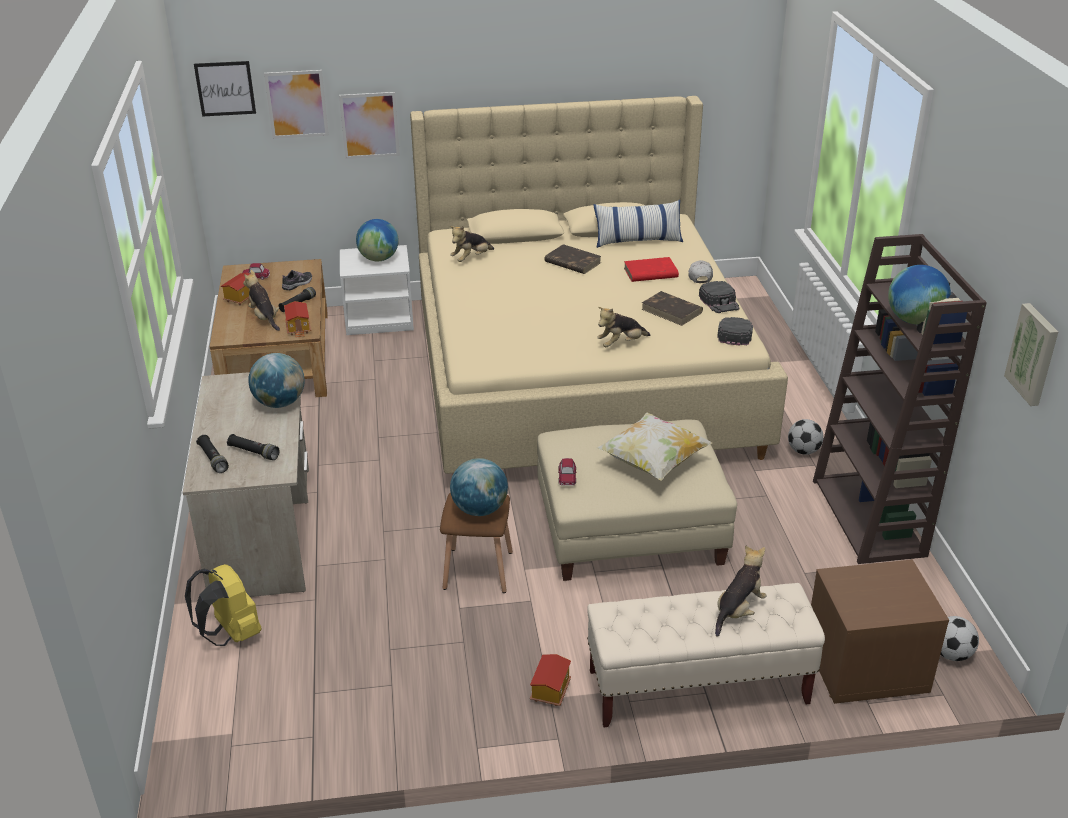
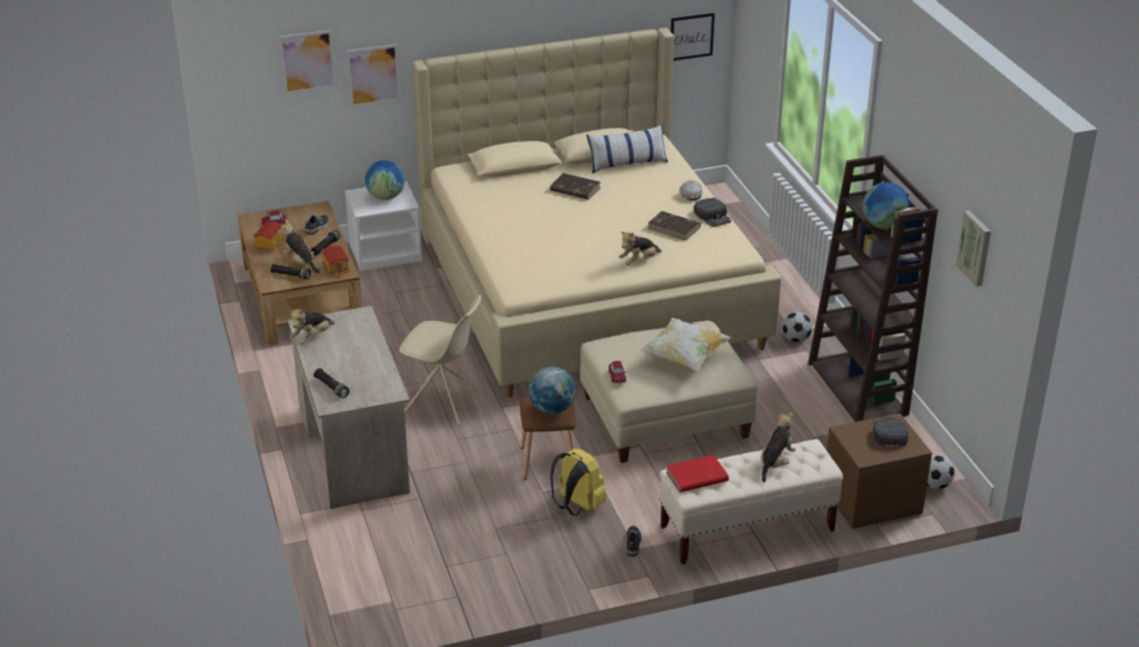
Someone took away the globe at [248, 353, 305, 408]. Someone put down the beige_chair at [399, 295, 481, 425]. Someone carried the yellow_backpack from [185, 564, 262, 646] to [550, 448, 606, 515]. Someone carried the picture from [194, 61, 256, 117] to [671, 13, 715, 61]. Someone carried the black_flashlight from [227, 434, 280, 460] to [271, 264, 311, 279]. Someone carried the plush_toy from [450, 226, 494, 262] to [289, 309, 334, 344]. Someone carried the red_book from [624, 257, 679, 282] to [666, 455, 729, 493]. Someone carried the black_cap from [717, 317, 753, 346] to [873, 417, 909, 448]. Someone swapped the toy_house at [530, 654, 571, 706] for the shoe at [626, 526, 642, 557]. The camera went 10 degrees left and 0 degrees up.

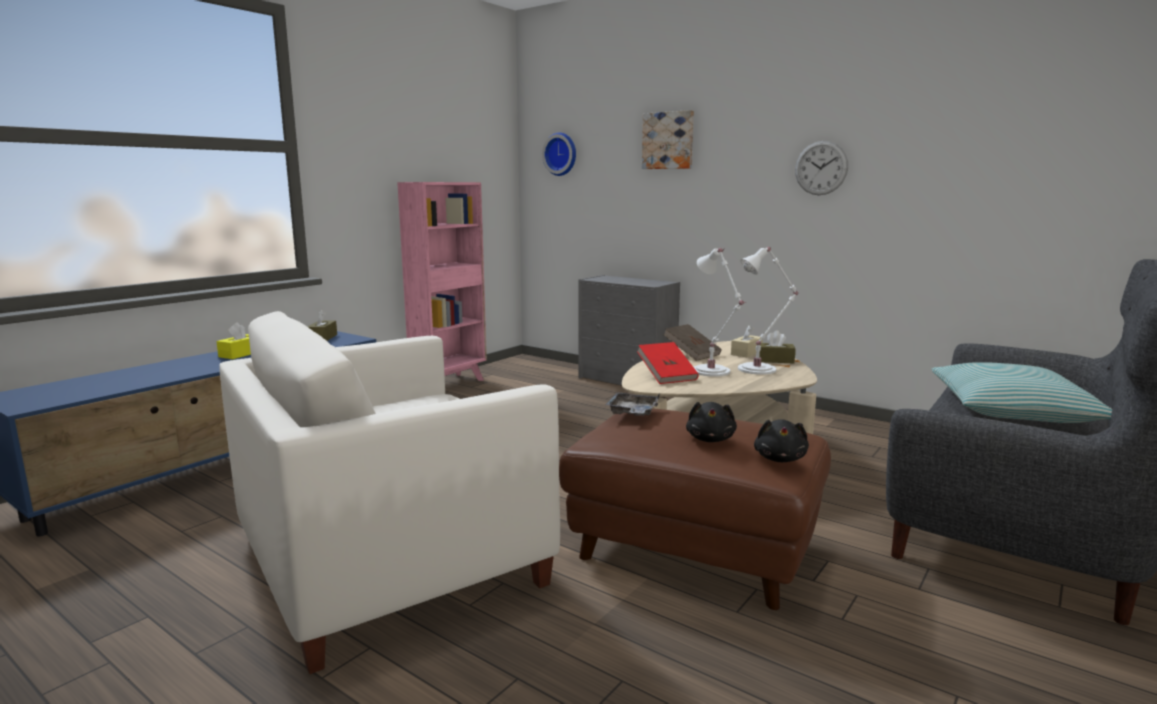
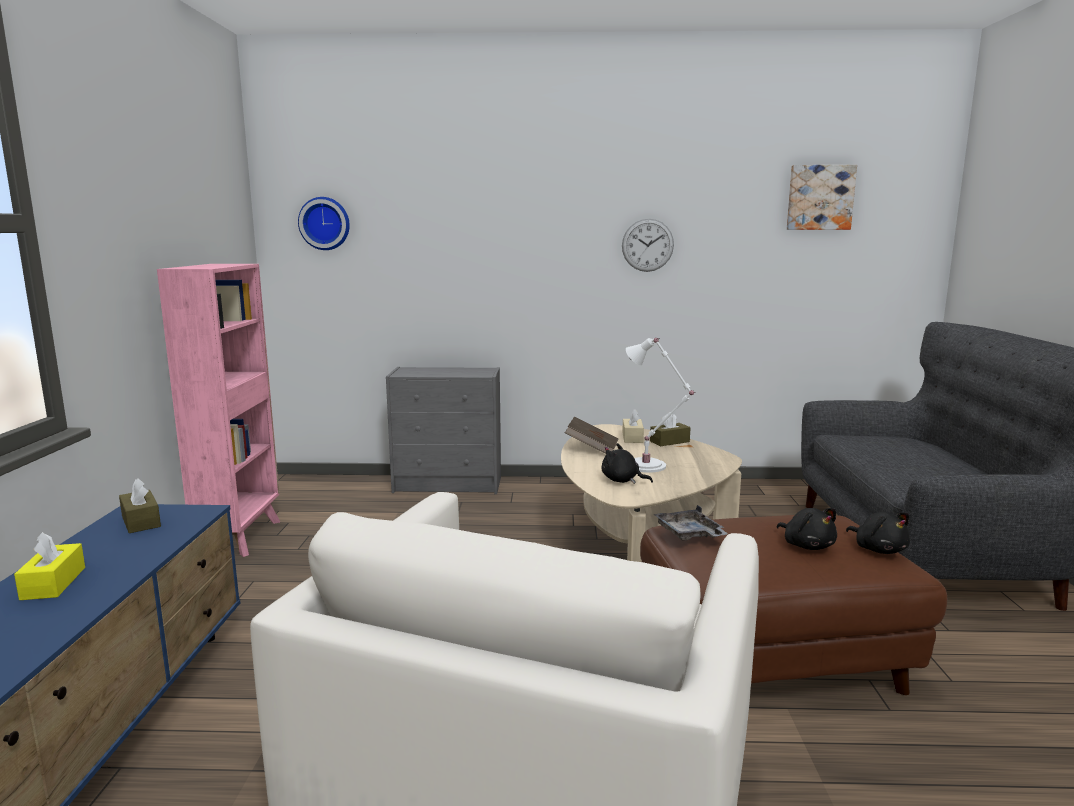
Someone took away the white_table_lamp at [738, 247, 798, 375]. Someone took away the pillow at [931, 362, 1112, 423]. Someone carried the picture from [642, 110, 694, 169] to [787, 165, 857, 230]. Someone swapped the red_book at [637, 342, 699, 384] for the black_plush_toy at [601, 443, 653, 484]. The camera went 35 degrees left and 0 degrees up.

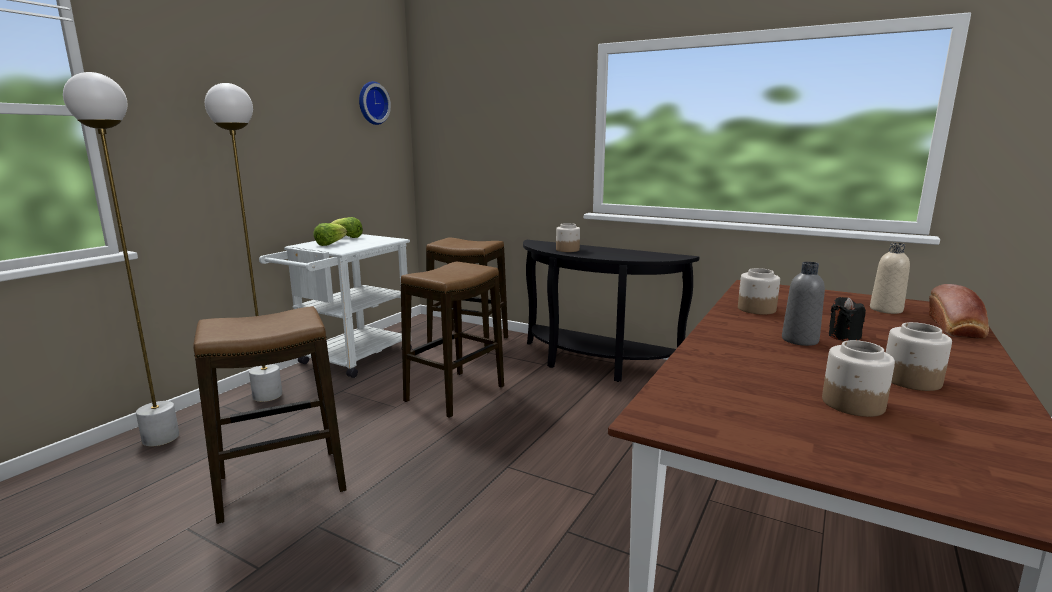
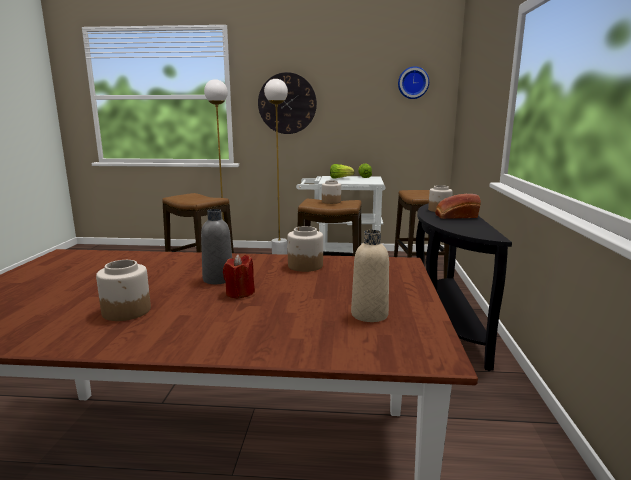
Someone put up the wall_clock at [258, 72, 317, 134]. Someone carried the jar from [822, 340, 895, 417] to [322, 180, 341, 204]. Someone carried the bread from [929, 284, 989, 339] to [435, 194, 481, 219]. Someone repainted the black_candle at [829, 297, 866, 341], which became the red_candle at [223, 254, 255, 299]. The camera went 65 degrees right and 0 degrees up.

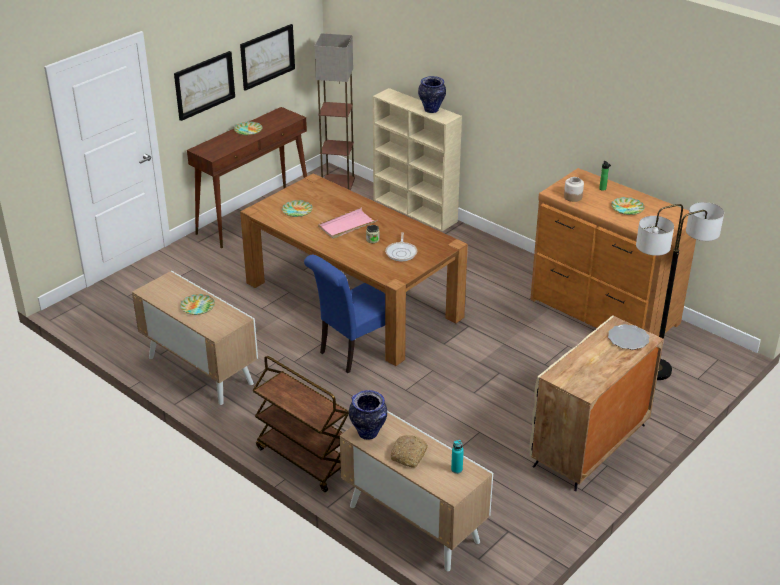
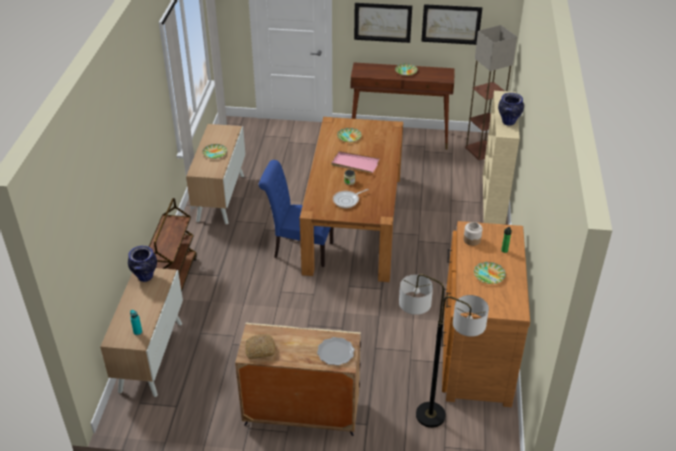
Someone carried the bread from [391, 435, 428, 467] to [245, 334, 275, 359]. The camera went 55 degrees right and 5 degrees up.

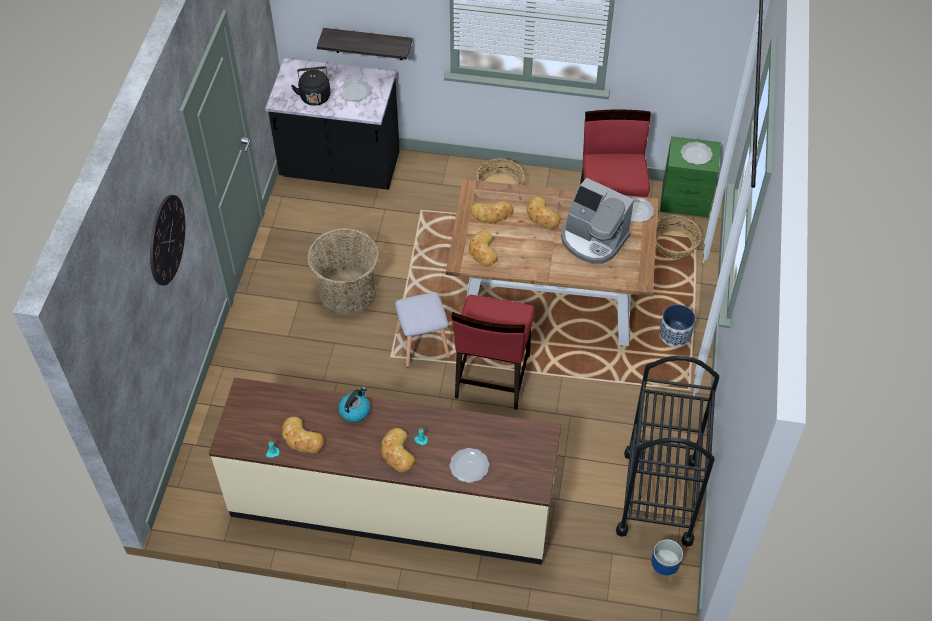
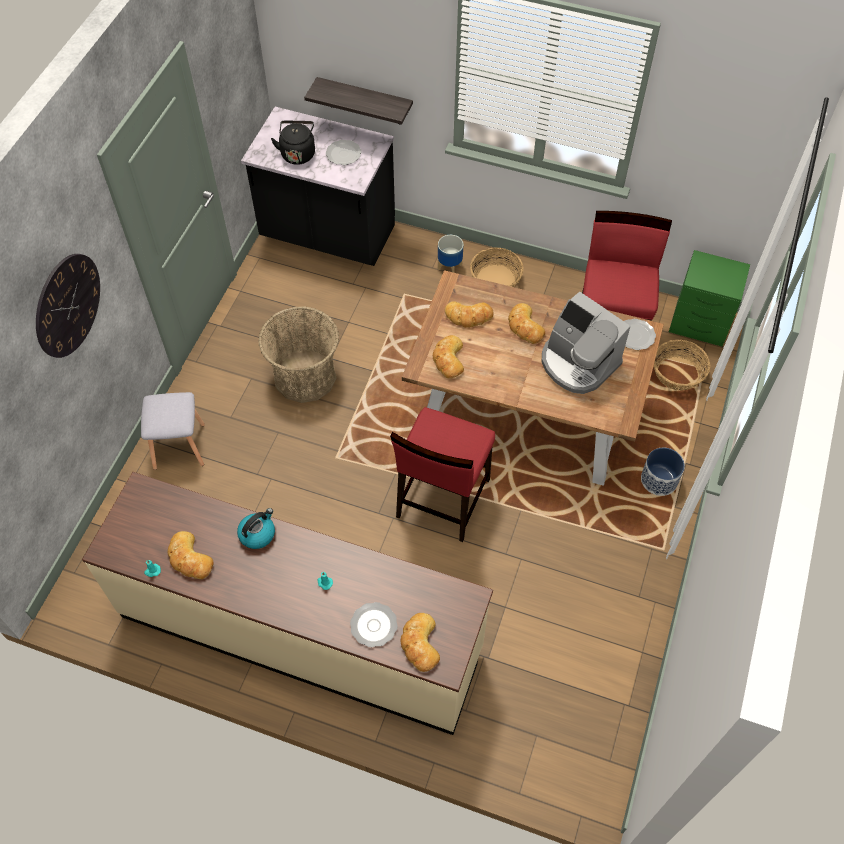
Someone took away the black_cart at [616, 355, 719, 546]. Someone took away the plate at [681, 142, 713, 165]. Someone carried the bread from [381, 428, 415, 473] to [401, 613, 440, 672]. Someone carried the grey_stool from [395, 292, 450, 367] to [141, 392, 205, 470]. Someone carried the planter from [651, 539, 683, 582] to [438, 235, 463, 273]. The camera went 10 degrees right and 5 degrees up.

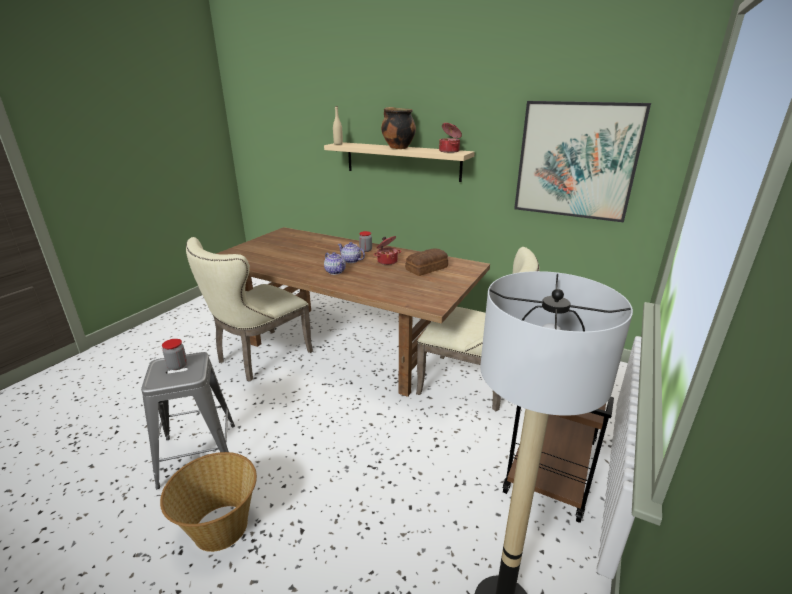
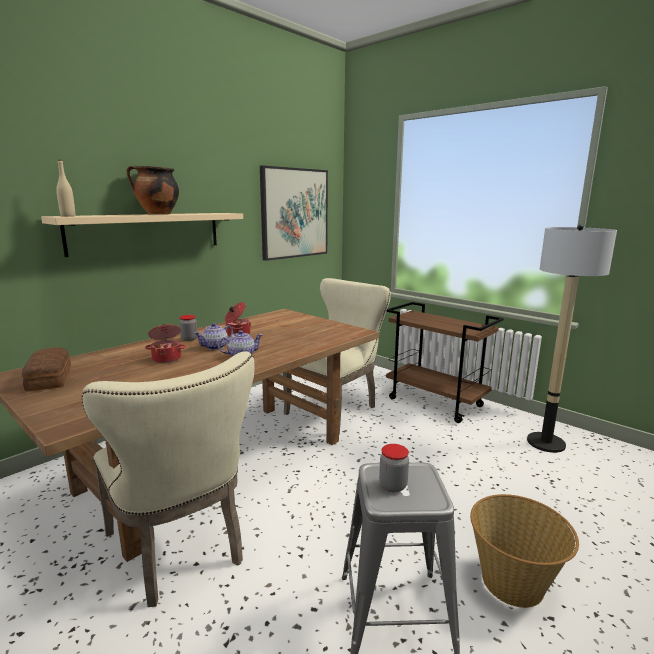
Someone carried the bread from [405, 248, 448, 276] to [22, 347, 71, 391]. Someone carried the cooking_pot from [439, 123, 462, 153] to [145, 324, 186, 363]. The camera went 75 degrees left and 10 degrees down.

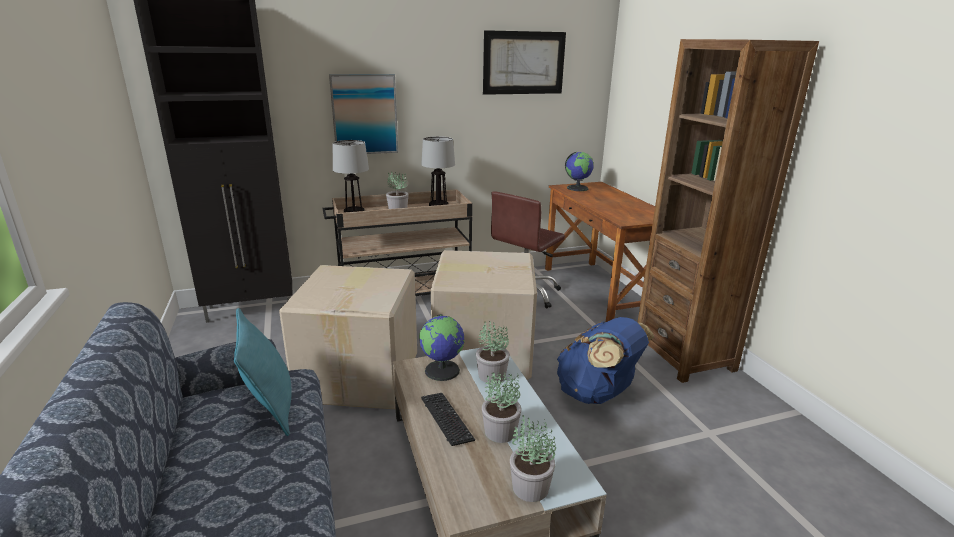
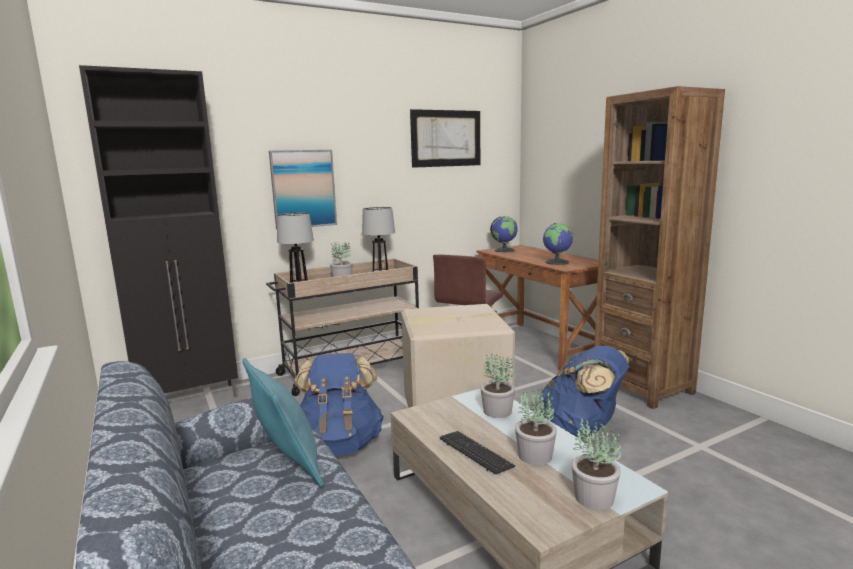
Someone carried the globe from [419, 314, 465, 381] to [543, 223, 573, 265]. Someone swapped the cardboard_box at [279, 265, 417, 409] for the blue_backpack at [294, 353, 384, 456]. The camera went 10 degrees left and 10 degrees down.

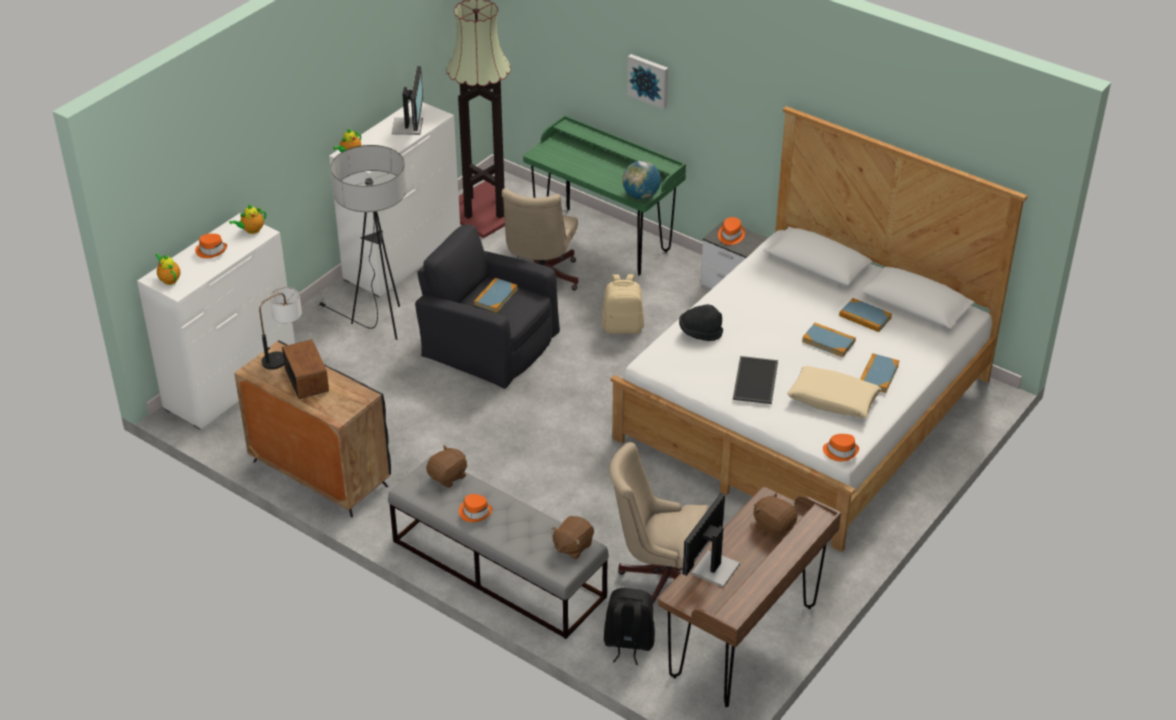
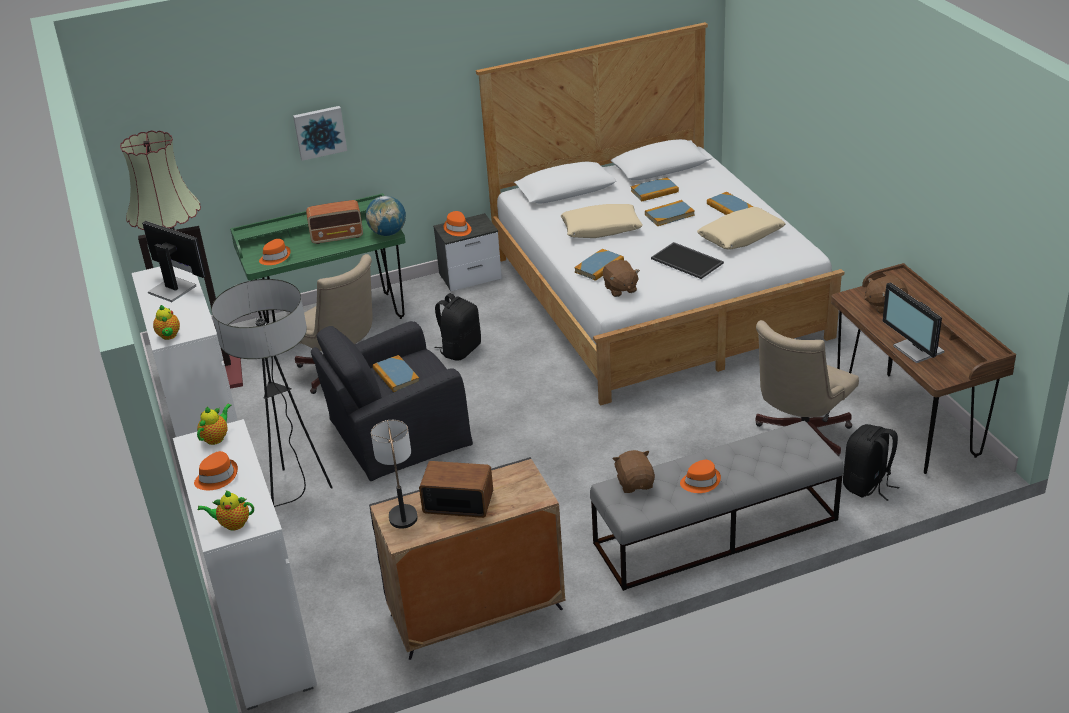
Someone put down the radio at [306, 200, 363, 244]. Someone put down the beige_pillow at [561, 204, 643, 238]. Someone carried the brown_plush_toy from [551, 516, 594, 559] to [603, 260, 640, 297]. Someone carried the orange_hat from [823, 434, 859, 461] to [259, 239, 291, 265]. Someone swapped the black_hat at [679, 304, 723, 341] for the book at [574, 249, 624, 281]. Someone repainted the beige_backpack at [602, 274, 644, 334], which became the black_backpack at [435, 293, 481, 361]. Someone rotated the teapot at [229, 204, 266, 234] by 150 degrees counterclockwise. The camera went 55 degrees left and 5 degrees down.

